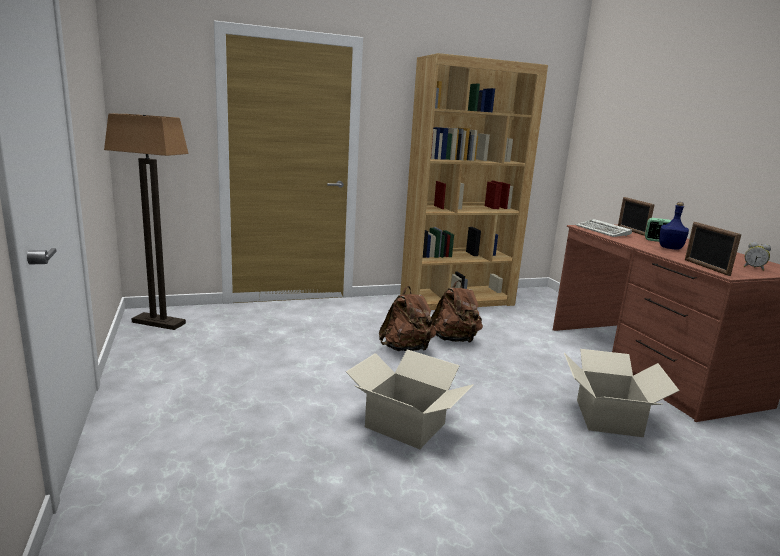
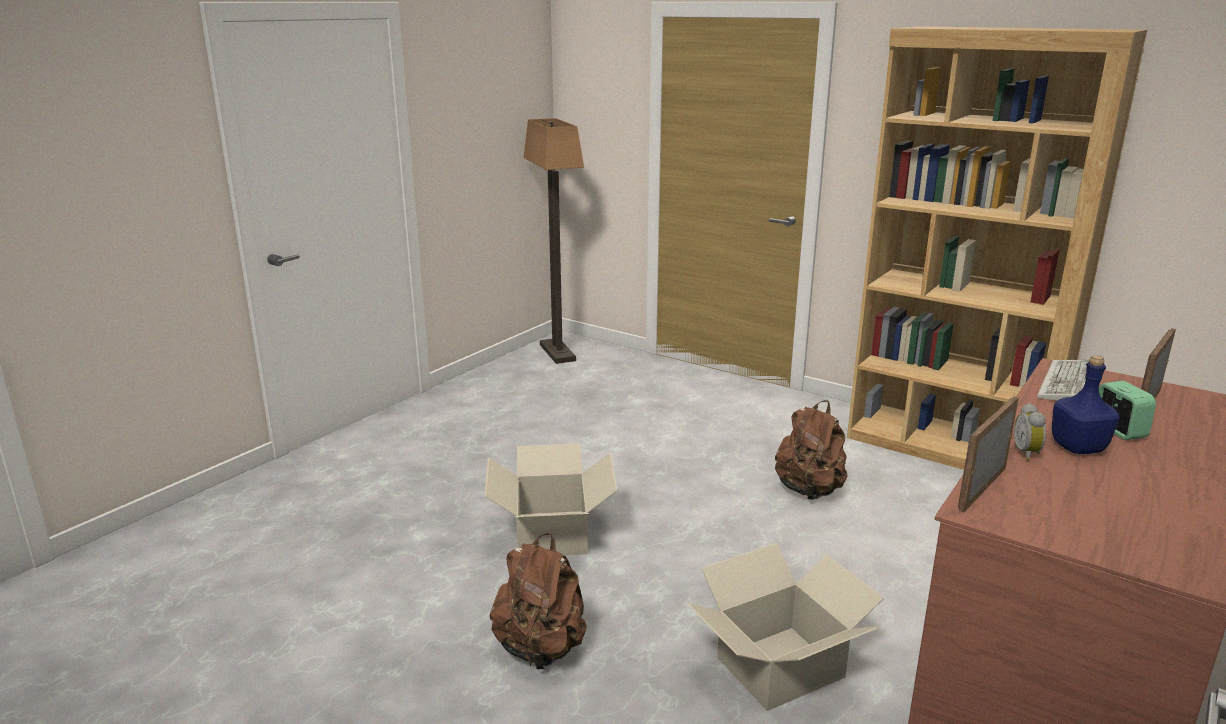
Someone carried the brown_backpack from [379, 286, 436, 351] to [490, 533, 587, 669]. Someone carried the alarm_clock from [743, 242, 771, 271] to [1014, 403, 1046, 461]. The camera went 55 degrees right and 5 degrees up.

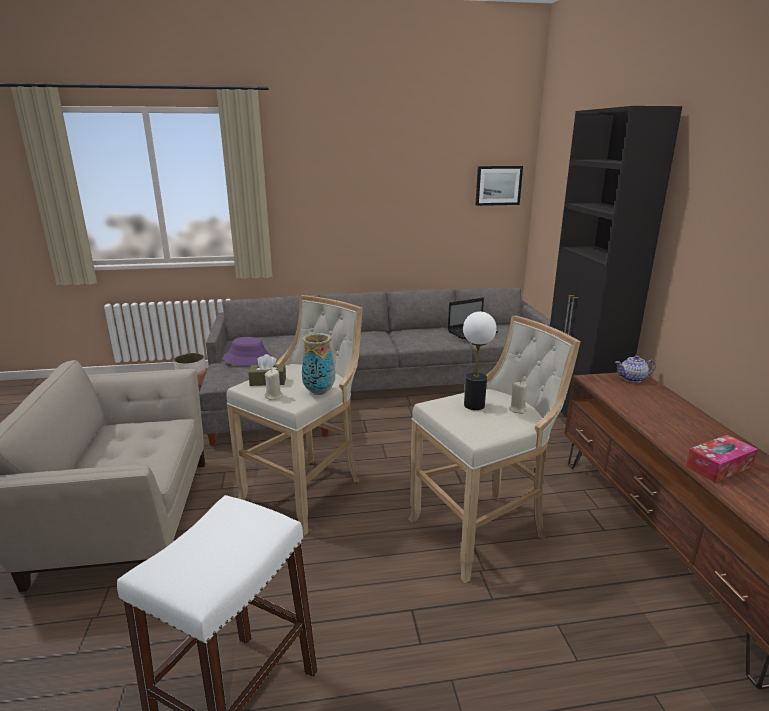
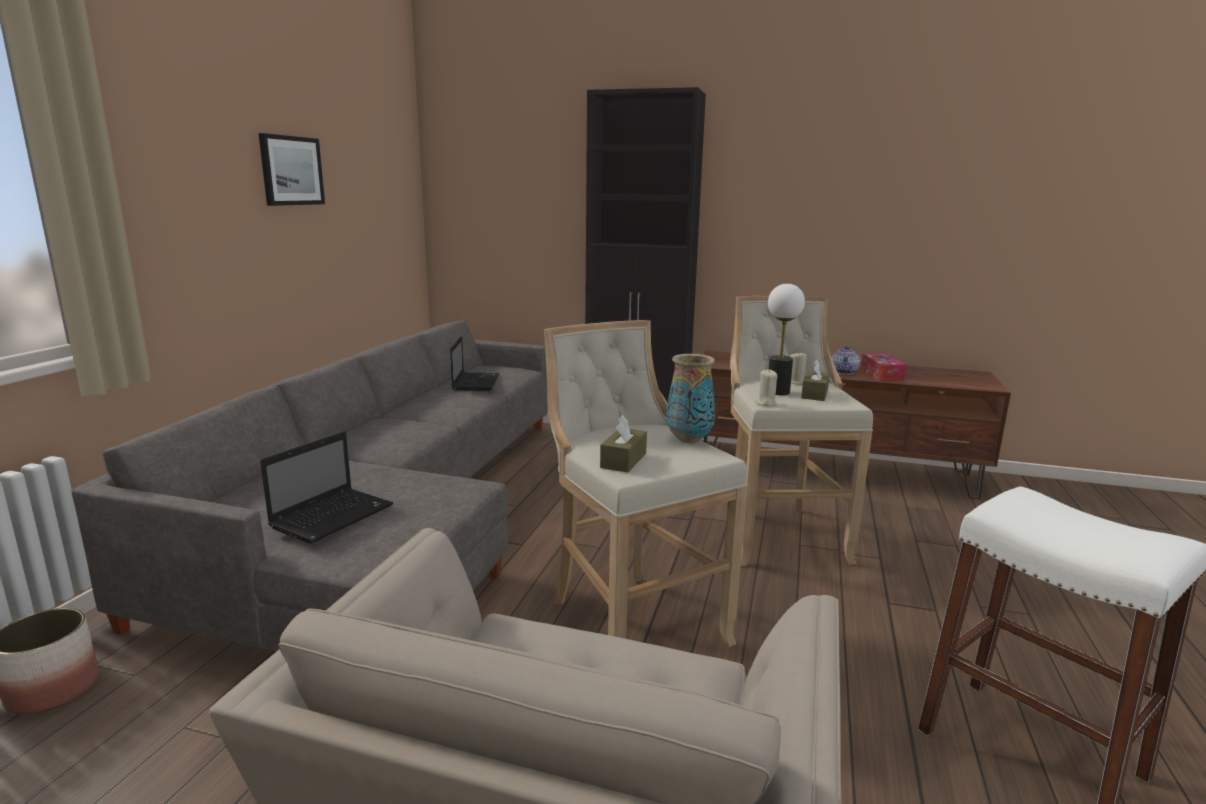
Someone put down the brown_tissue_box at [801, 359, 830, 401]. Someone carried the beige_candle from [264, 369, 283, 400] to [755, 369, 778, 407]. Someone carried the picture from [475, 166, 523, 206] to [258, 133, 325, 206]. Someone carried the teapot from [615, 355, 656, 383] to [832, 346, 860, 375]. Someone swapped the purple_hat at [223, 337, 273, 366] for the laptop at [260, 431, 393, 544]. The camera went 65 degrees left and 5 degrees down.

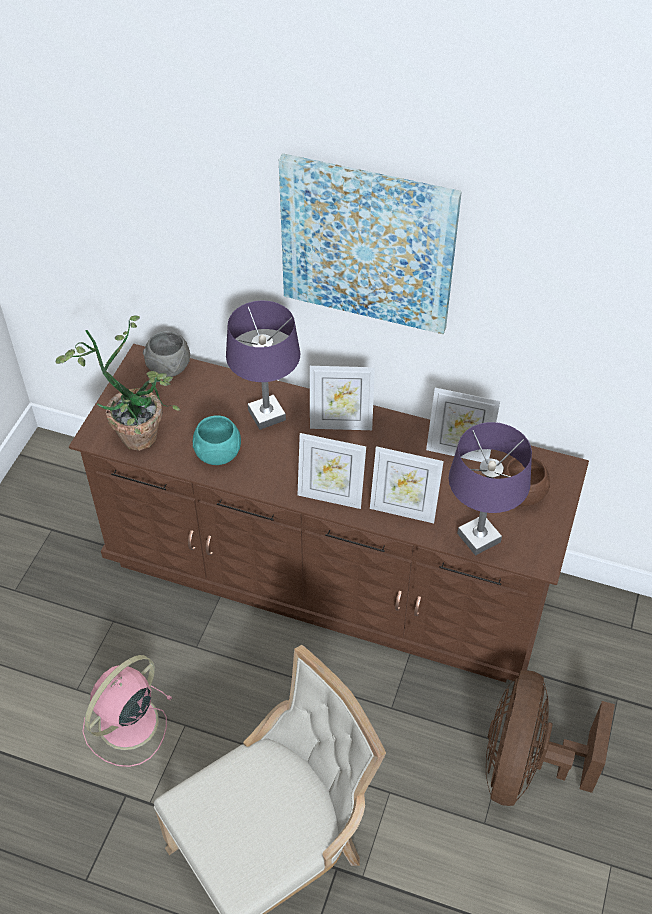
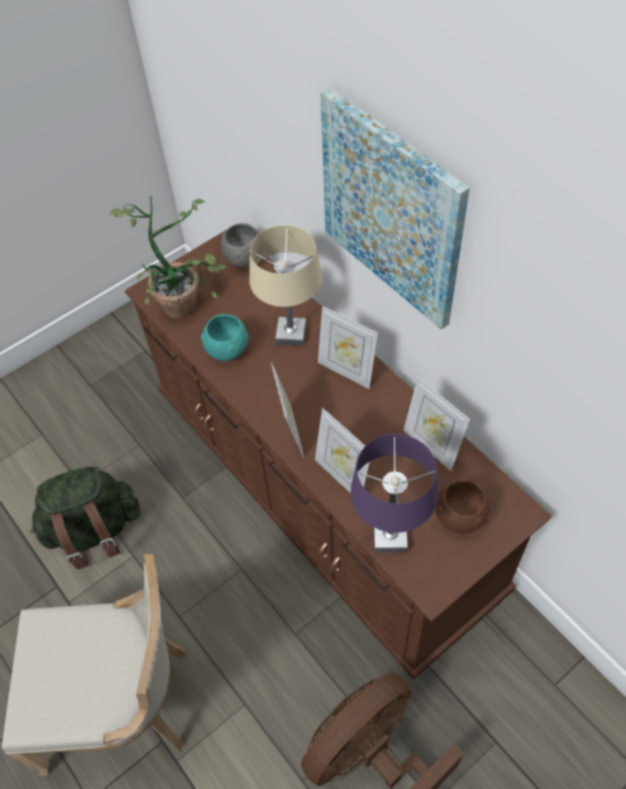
Someone swapped the pink_fan at [82, 655, 173, 767] for the green_backpack at [30, 467, 141, 569]. Someone repainted the purple_table_lamp at [226, 301, 300, 430], which became the beige_table_lamp at [249, 225, 322, 346]. Someone rotated the picture_frame at [297, 433, 366, 509] by 150 degrees counterclockwise. The camera went 35 degrees right and 5 degrees up.

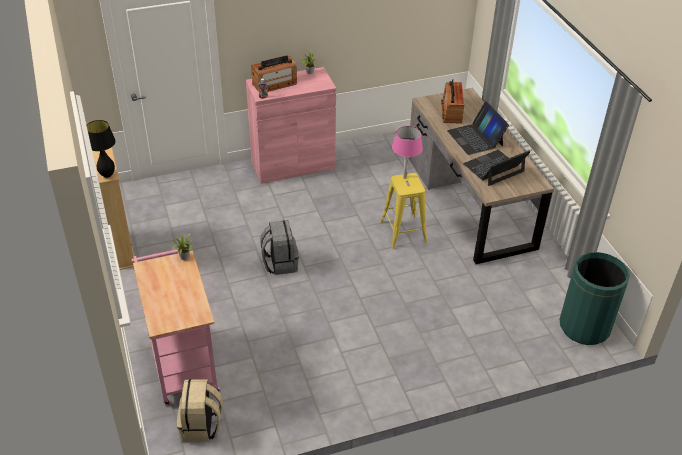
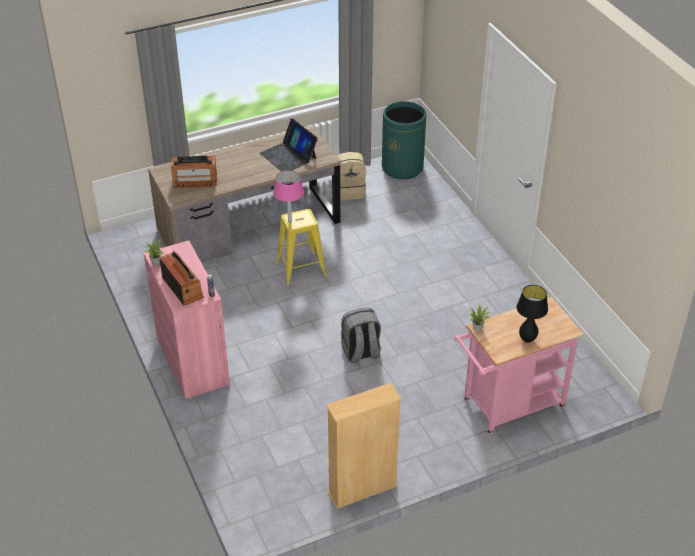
Someone took away the laptop at [447, 101, 509, 155]. Someone carried the black_table_lamp from [87, 120, 116, 178] to [517, 285, 548, 343]. Someone carried the beige_backpack from [177, 379, 223, 442] to [337, 152, 366, 200]. The camera went 95 degrees left and 0 degrees up.

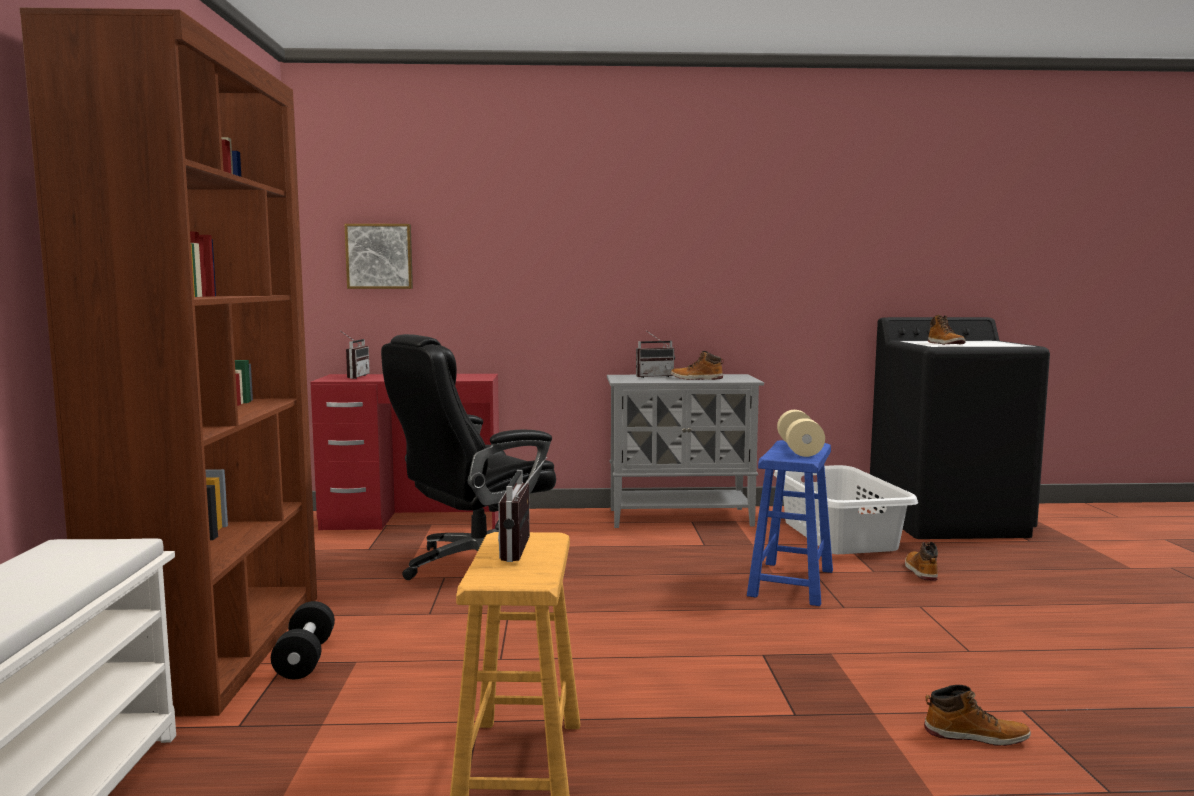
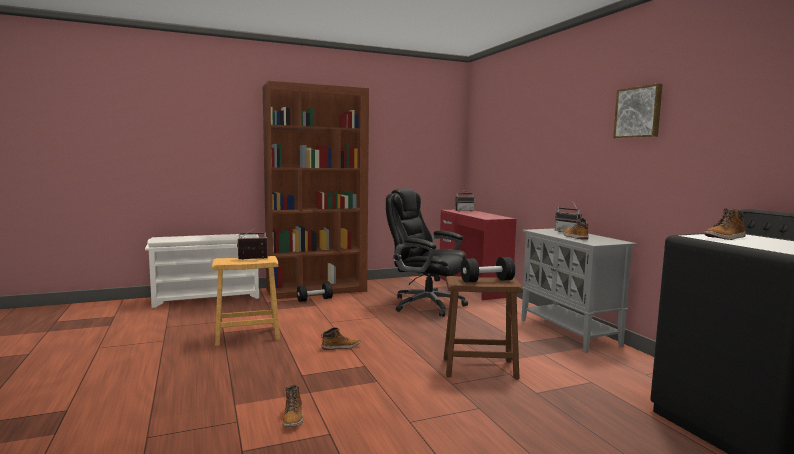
Someone took away the white_laundry_basket at [774, 465, 918, 554]. Someone carried the picture from [344, 224, 413, 289] to [613, 84, 663, 138]. Someone carried the boot from [905, 542, 938, 581] to [321, 327, 360, 350]. Someone repainted the blue_stool at [747, 440, 833, 606], which became the brown_stool at [444, 276, 523, 379]. Someone repainted the beige_dumbbell at [777, 410, 825, 457], which became the black_dumbbell at [460, 257, 515, 283]. The camera went 70 degrees right and 0 degrees up.

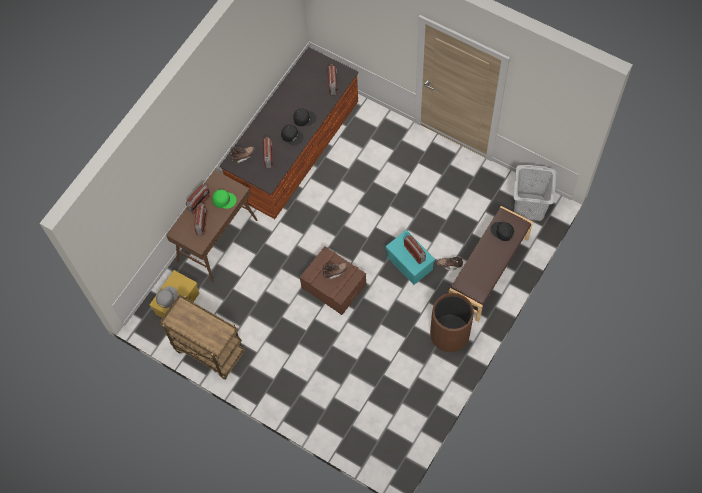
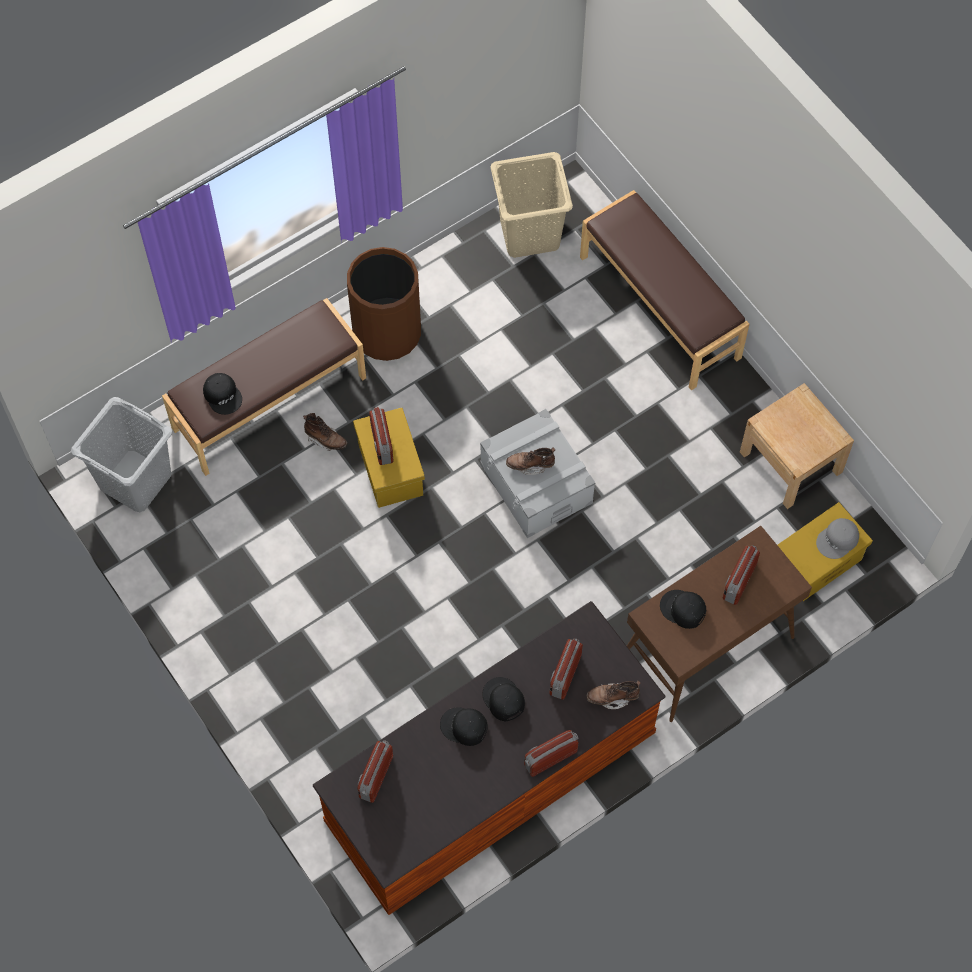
Someone put down the beige_laundry_basket at [490, 152, 573, 258]. Someone put down the brown_bench at [580, 190, 749, 390]. Someone carried the radio from [186, 184, 210, 214] to [524, 730, 579, 777]. Someone swapped the brown_cart at [159, 294, 245, 380] for the beige_nightstand at [740, 383, 854, 509]. Someone repainted the green_cap at [212, 189, 237, 209], which became the black_cap at [660, 590, 706, 629]. Someone repainted the brown_storage_box at [299, 246, 367, 315], which became the grey_storage_box at [480, 409, 595, 538]. Someone repainted the turquoise_storage_box at [386, 230, 435, 285], which became the yellow_storage_box at [353, 408, 425, 508]. The camera went 160 degrees left and 0 degrees up.

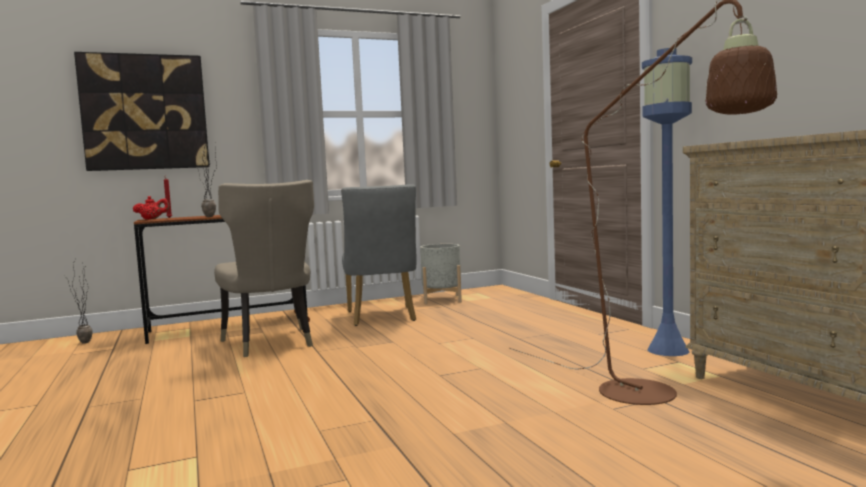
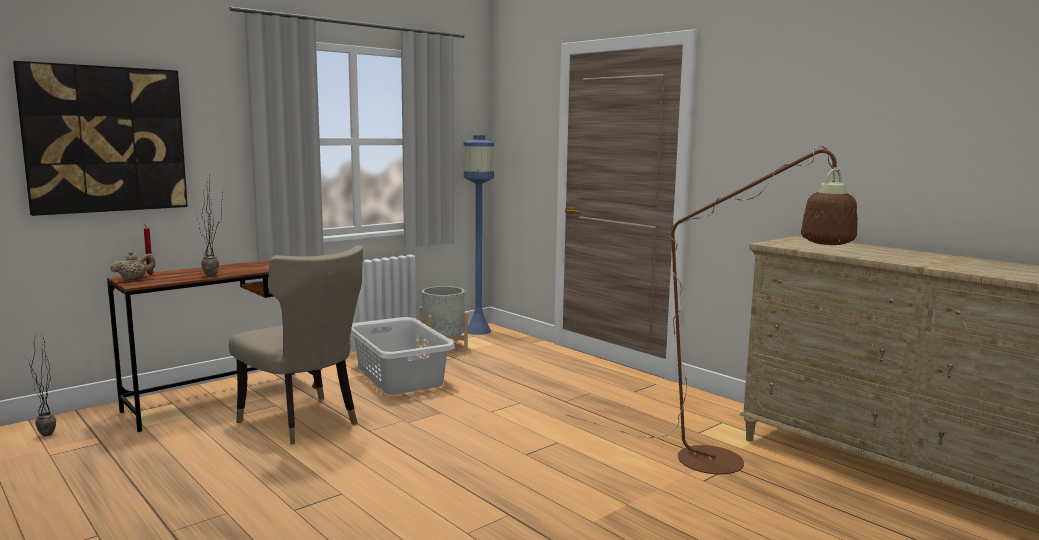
Someone carried the blue_floor_lamp from [642, 48, 692, 356] to [464, 135, 495, 335]. Someone swapped the grey_chair at [341, 184, 417, 326] for the grey_laundry_basket at [351, 317, 455, 395]. Someone repainted the red_teapot at [133, 196, 169, 220], which became the beige_teapot at [110, 251, 155, 281]. The camera went 20 degrees left and 5 degrees up.

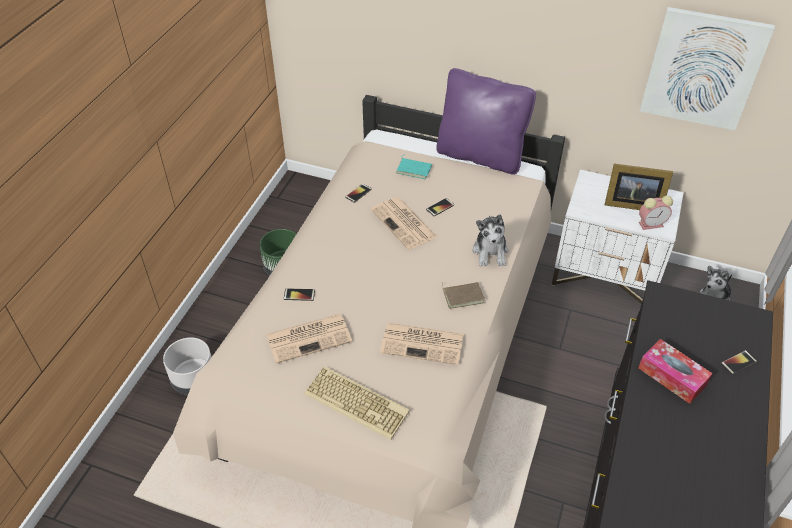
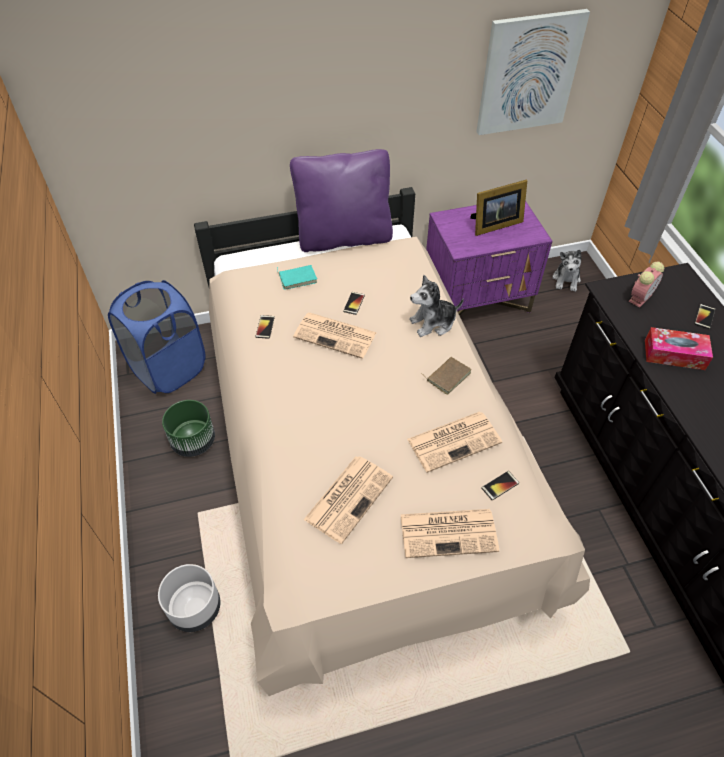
Someone put down the blue_laundry_basket at [108, 280, 206, 394]. Someone carried the phone from [284, 288, 315, 301] to [481, 471, 519, 500]. Someone carried the alarm_clock from [639, 196, 673, 230] to [629, 262, 664, 308]. Someone swapped the keyboard at [304, 366, 410, 440] for the newspaper at [400, 509, 499, 558]. Someone repainted the white_nightstand at [551, 169, 684, 304], which became the purple_nightstand at [426, 201, 552, 316]. Someone rotated the plush_toy at [473, 214, 508, 266] by 105 degrees clockwise. The camera went 35 degrees left and 5 degrees up.

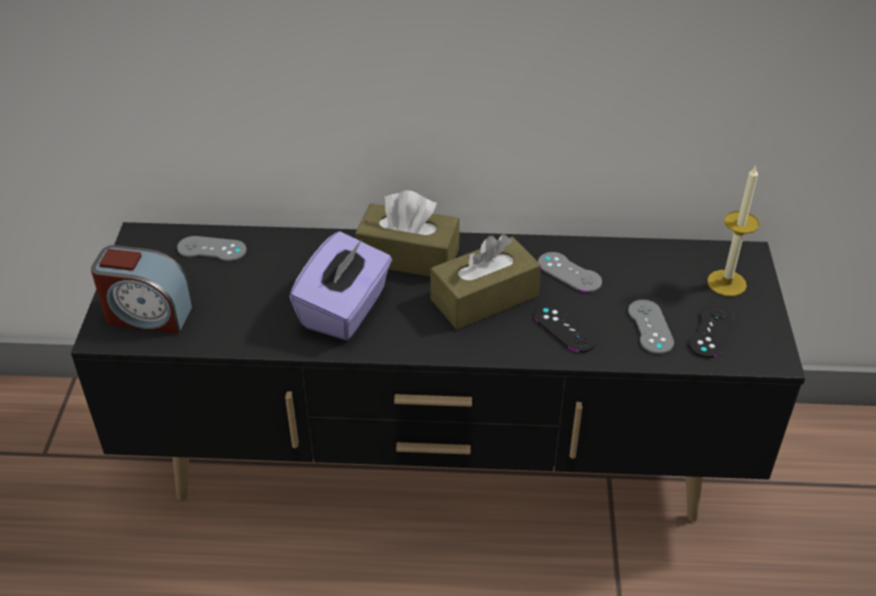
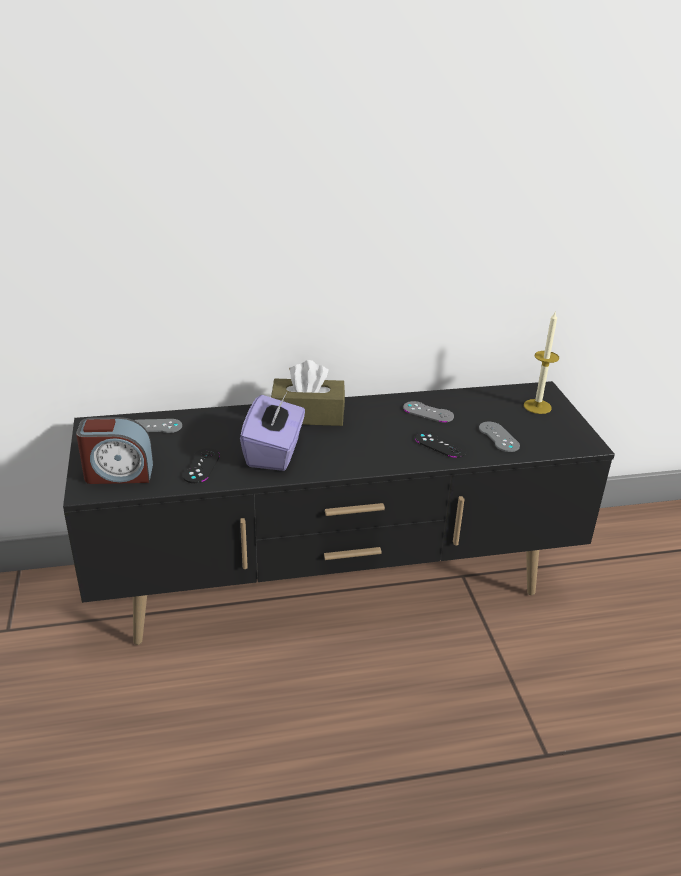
Someone took away the brown_tissue_box at [430, 234, 541, 329]. Someone carried the black_game_controller from [689, 305, 734, 358] to [183, 448, 220, 483]. The camera went 15 degrees left and 10 degrees down.

